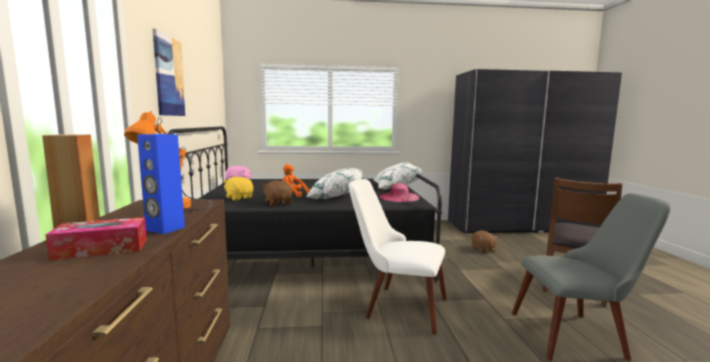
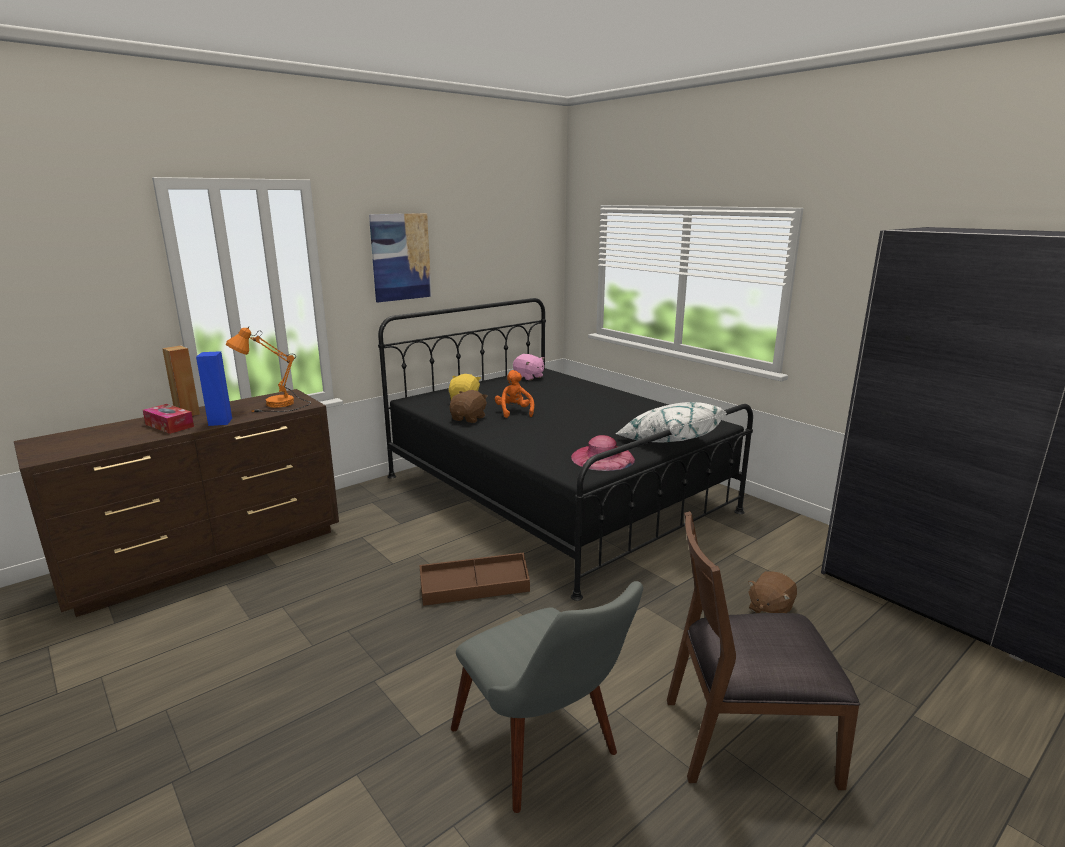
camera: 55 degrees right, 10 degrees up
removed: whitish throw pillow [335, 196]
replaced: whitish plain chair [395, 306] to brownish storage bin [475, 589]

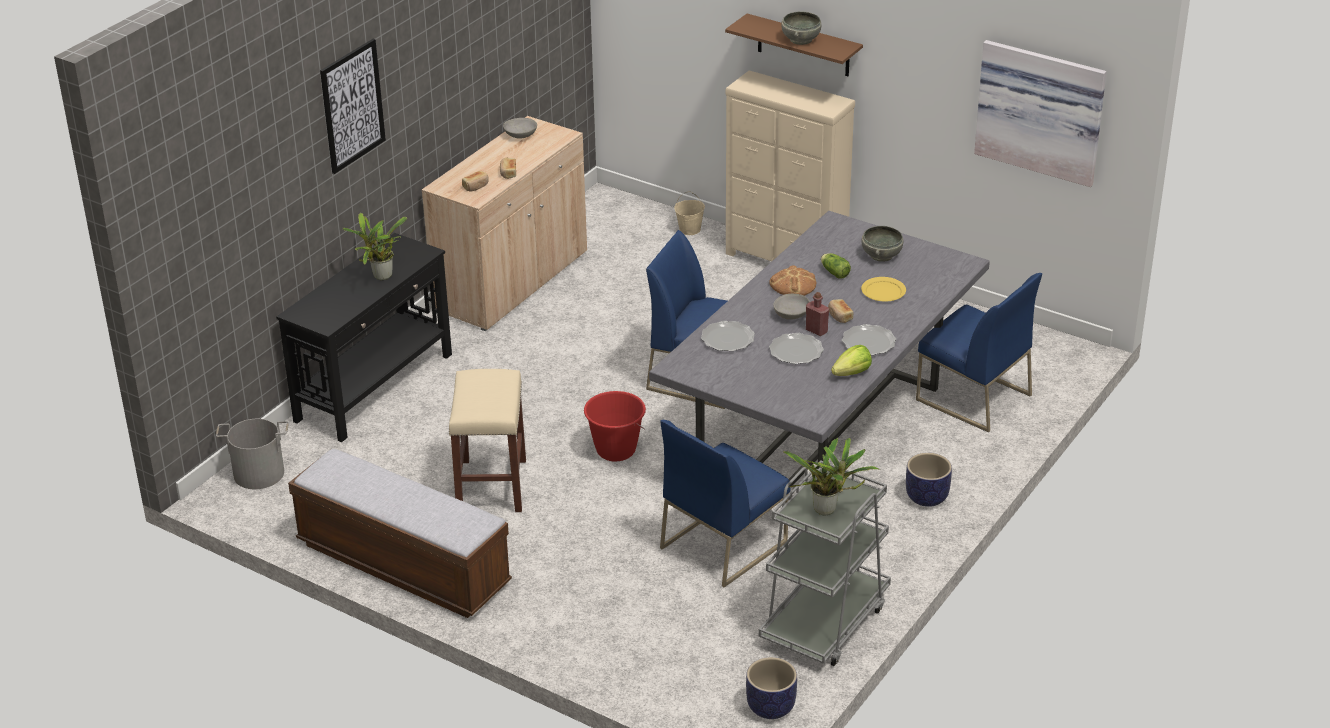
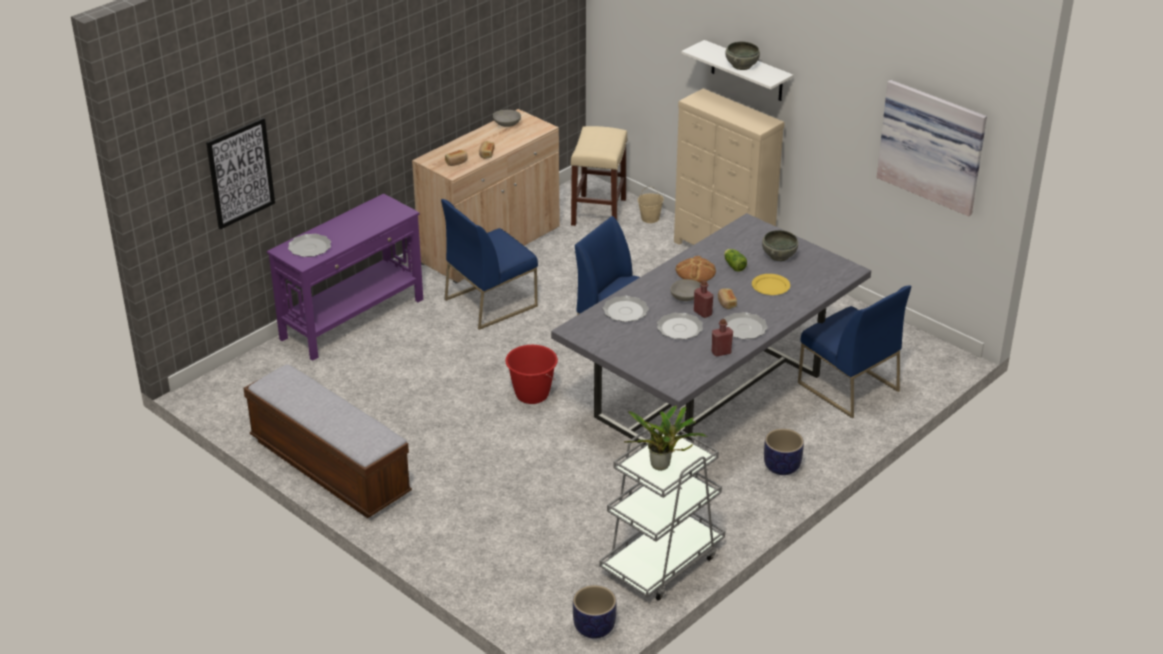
camera: 10 degrees right, 0 degrees up
removed: gray pail [259, 474]; houseplant [380, 277]
added: plate [310, 247]
moved: wall picture [352, 106] to [240, 173]; bluish plain chair [723, 544] to [491, 302]; beige sitting stool [491, 485] to [598, 211]
replaced: head of lettuce [852, 373] to red beverage bottle [721, 352]
recoloured: blackish console table [375, 387] to purplish console table [353, 319]; brownish bracket shelf [803, 46] to whitish bracket shelf [747, 71]

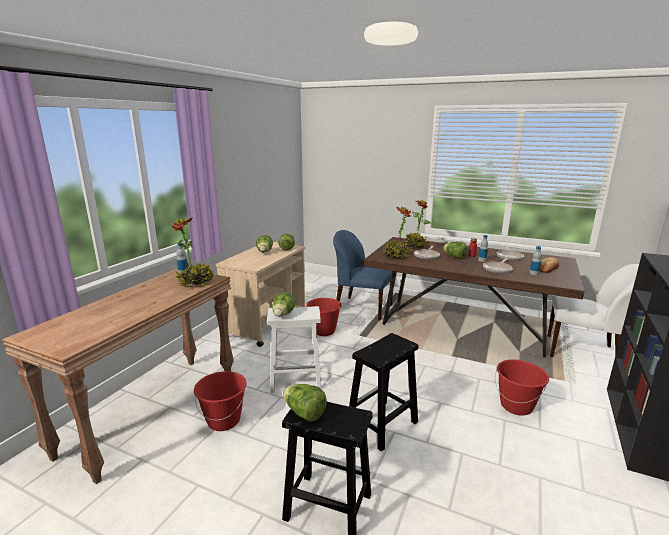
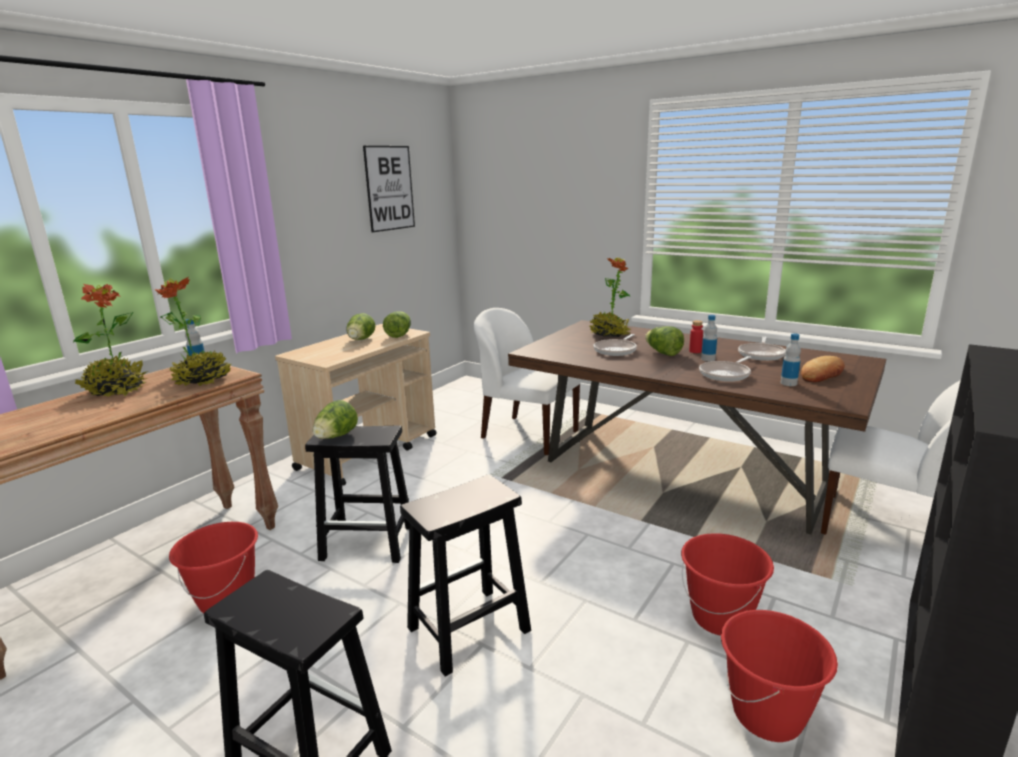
camera: 10 degrees right, 0 degrees up
removed: head of lettuce [304, 413]
added: wall picture [389, 188]
moved: houseplant [396, 256] to [116, 390]; red pail [324, 331] to [767, 715]
recoloured: whitish sitting stool [297, 379] to blackish sitting stool [369, 542]; bluish plain chair [362, 308] to whitish plain chair [527, 434]

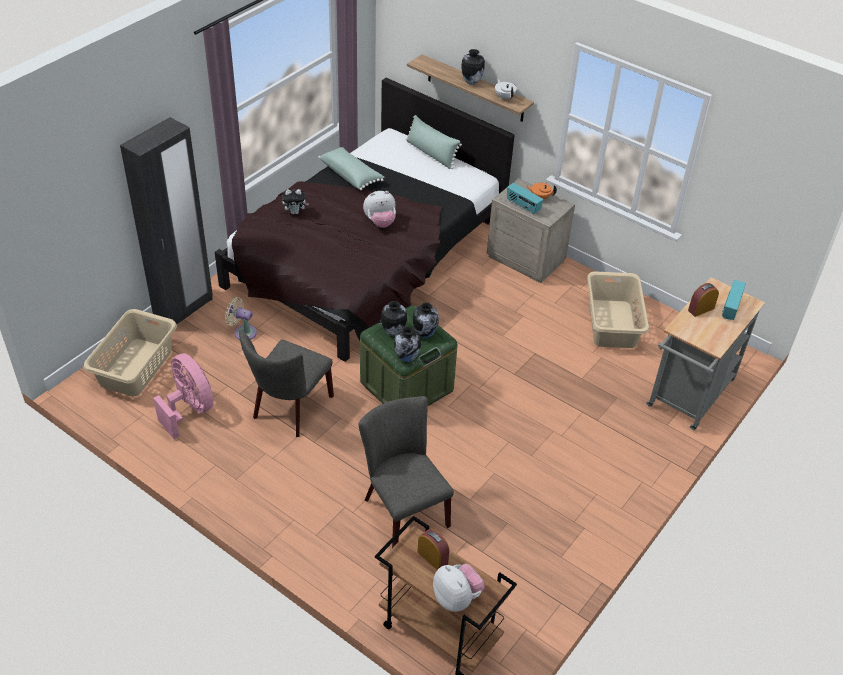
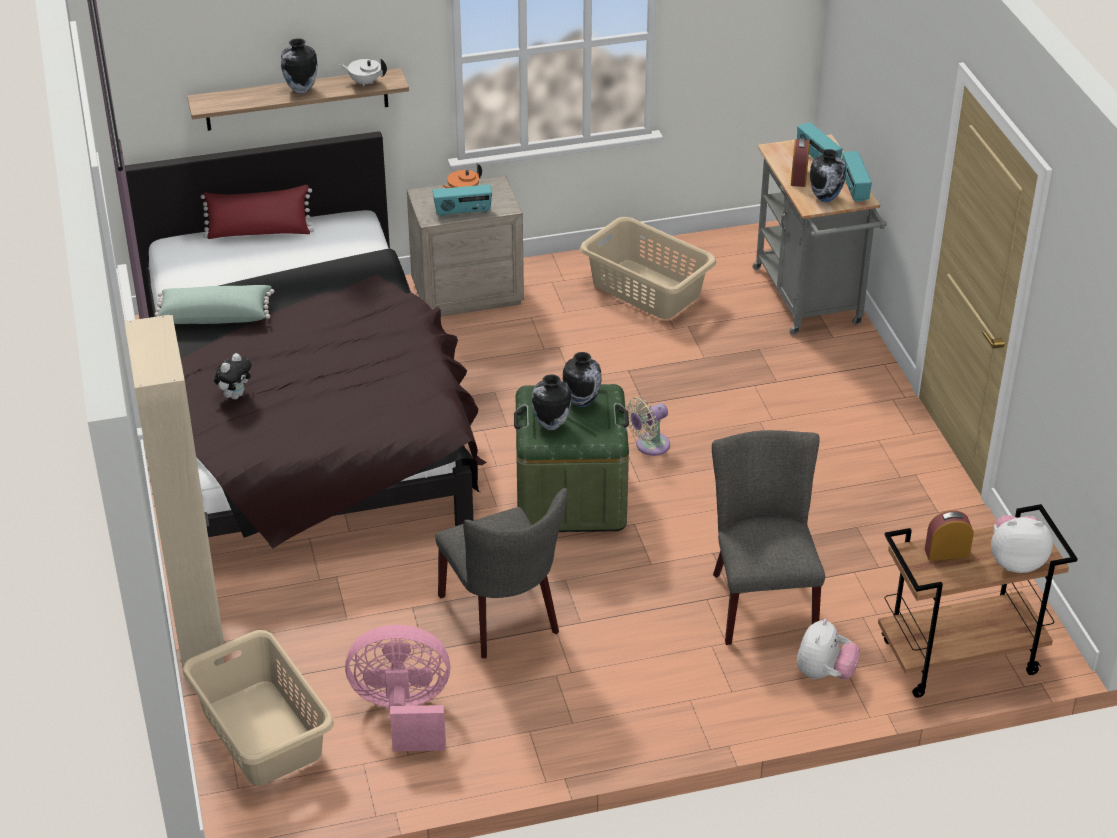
camera: 50 degrees left, 5 degrees down
added: radio set [853, 188]
moved: beige cooling fan [243, 332] to [649, 446]; cuddly toy [380, 222] to [824, 673]; decorative vase [407, 358] to [825, 198]
recoloured: blackish clothes cupboard [184, 309] to beige clothes cupboard [199, 633]; green throw pillow [431, 154] to red throw pillow [259, 233]
turned: gray plain chair [402, 509] = [760, 599] 75 degrees clockwise

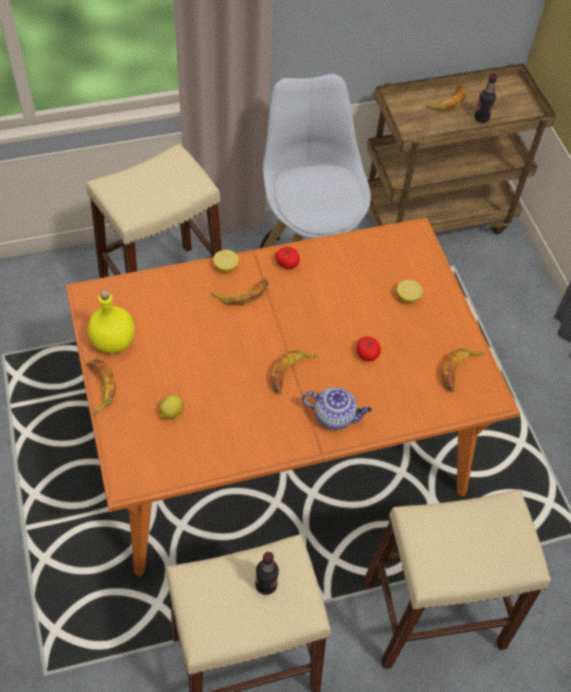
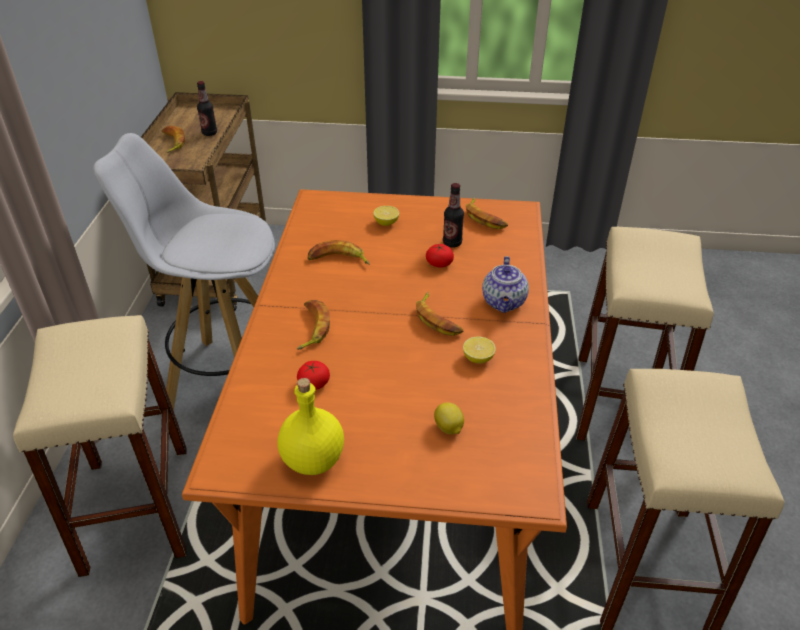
camera: 65 degrees left, 15 degrees down
moved: tomato [287, 263] to [314, 384]; banana fruit [99, 387] to [338, 259]; beverage bottle [266, 585] to [452, 243]; citrus fruit [225, 267] to [478, 358]
turned: teapot [335, 416] = [504, 303] 150 degrees clockwise

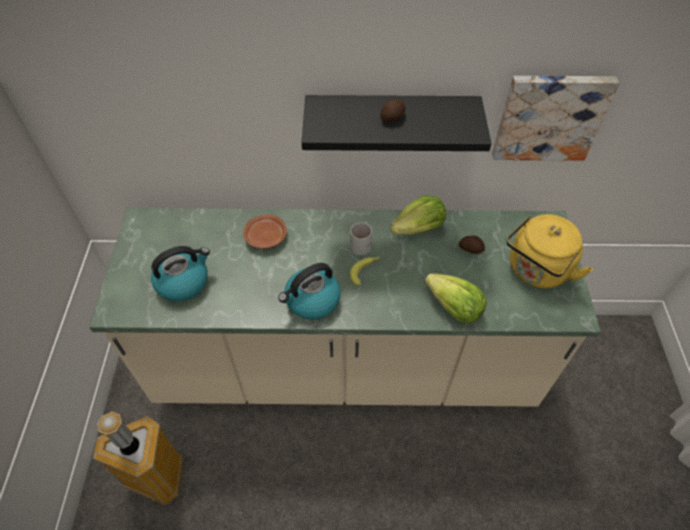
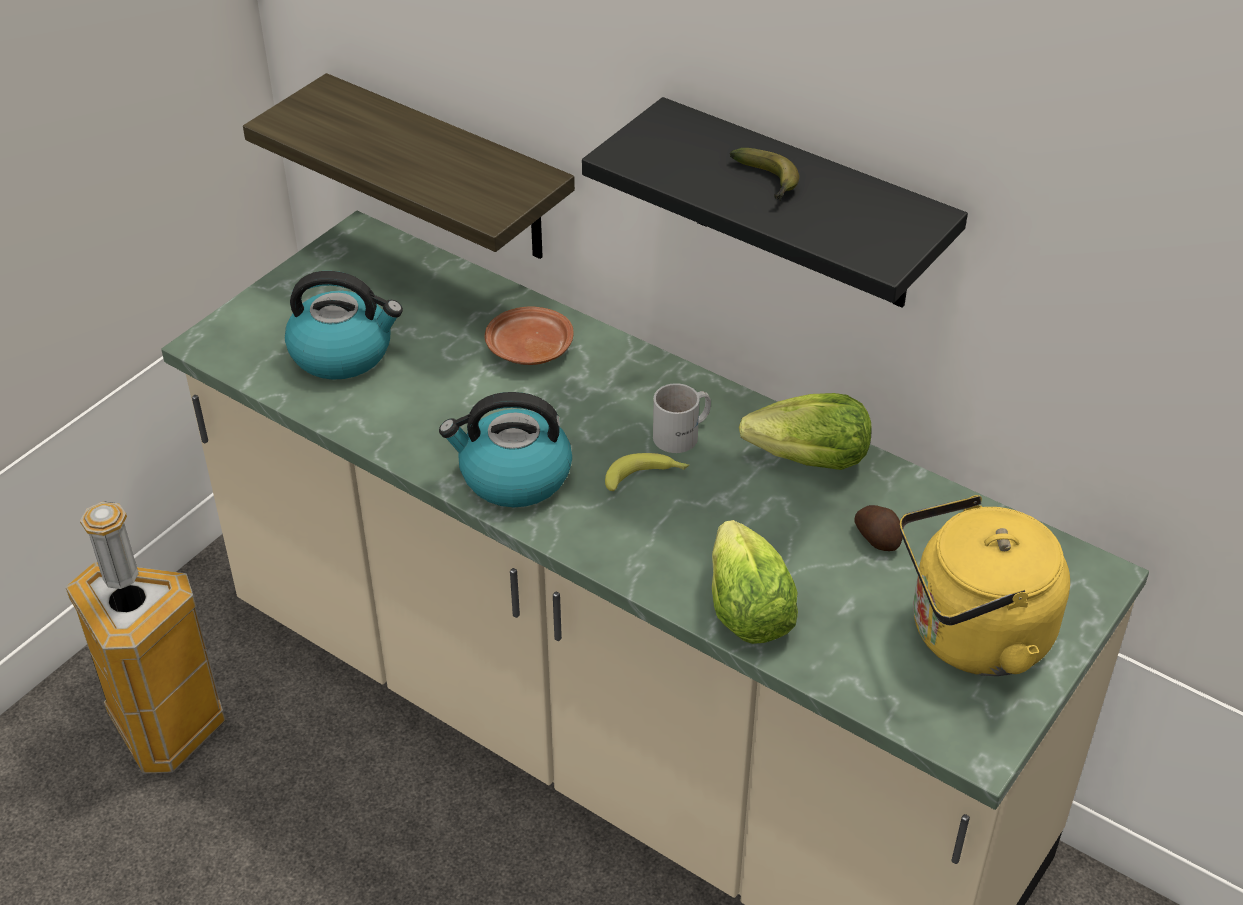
camera: 35 degrees right, 10 degrees down
removed: wall picture [549, 116]
added: bracket shelf [449, 170]
replaced: spud [393, 117] to banana fruit [768, 182]

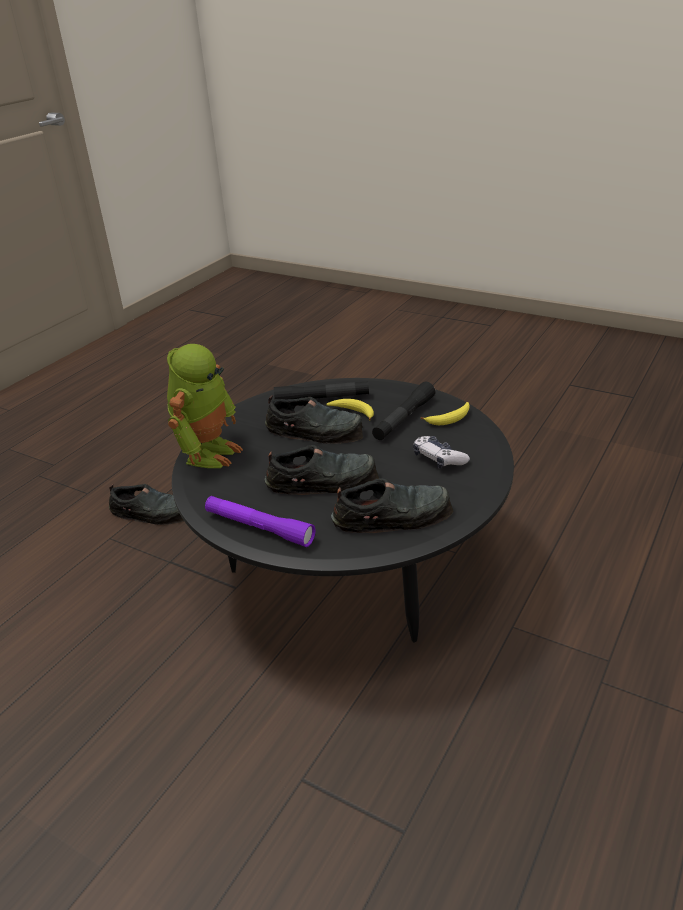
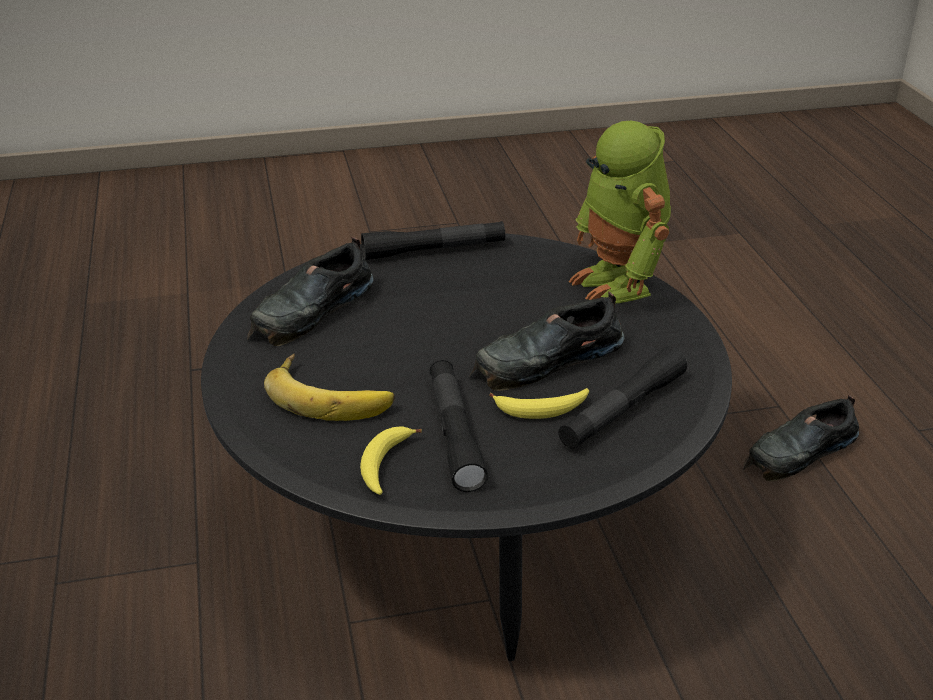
camera: 135 degrees right, 0 degrees up
removed: blackish item of footwear [323, 481]
replaced: game controller [439, 459] to banana fruit [331, 394]
recoloured: purplish flashlight [259, 528] to blackish flashlight [434, 250]

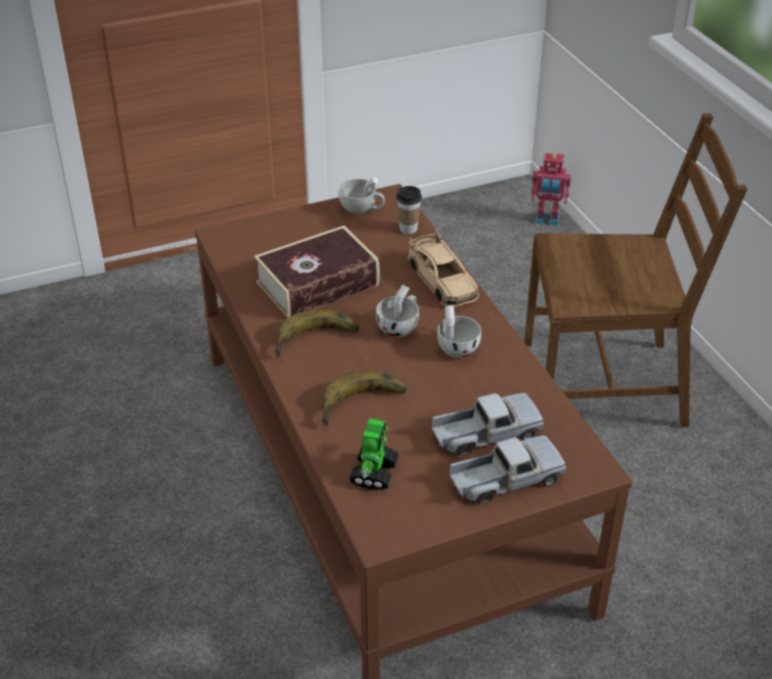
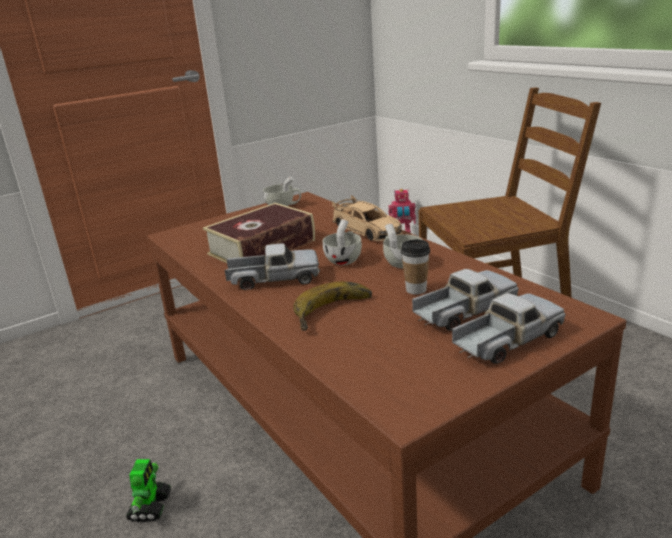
camera: 10 degrees left, 15 degrees down
moved: model robot [374, 472] to [150, 506]; small cup [408, 229] to [416, 290]
replaced: banana fruit [317, 341] to toy truck [274, 279]

